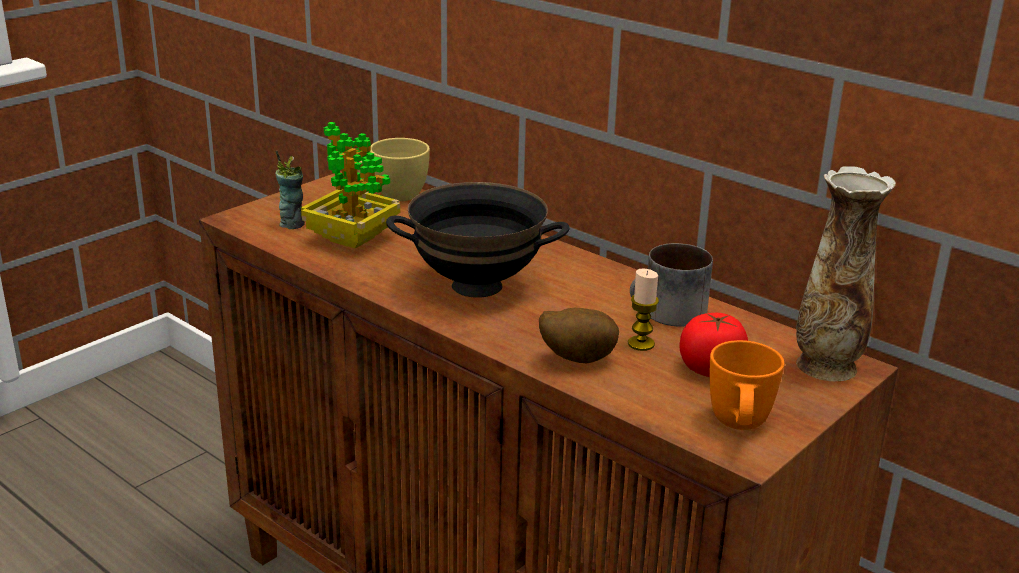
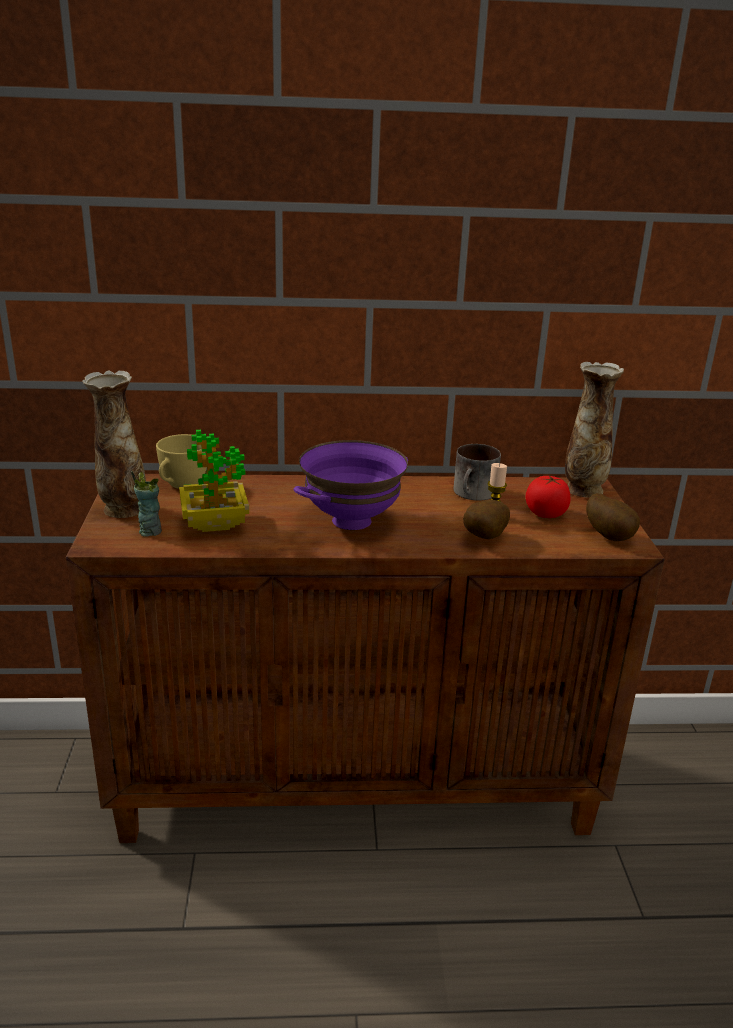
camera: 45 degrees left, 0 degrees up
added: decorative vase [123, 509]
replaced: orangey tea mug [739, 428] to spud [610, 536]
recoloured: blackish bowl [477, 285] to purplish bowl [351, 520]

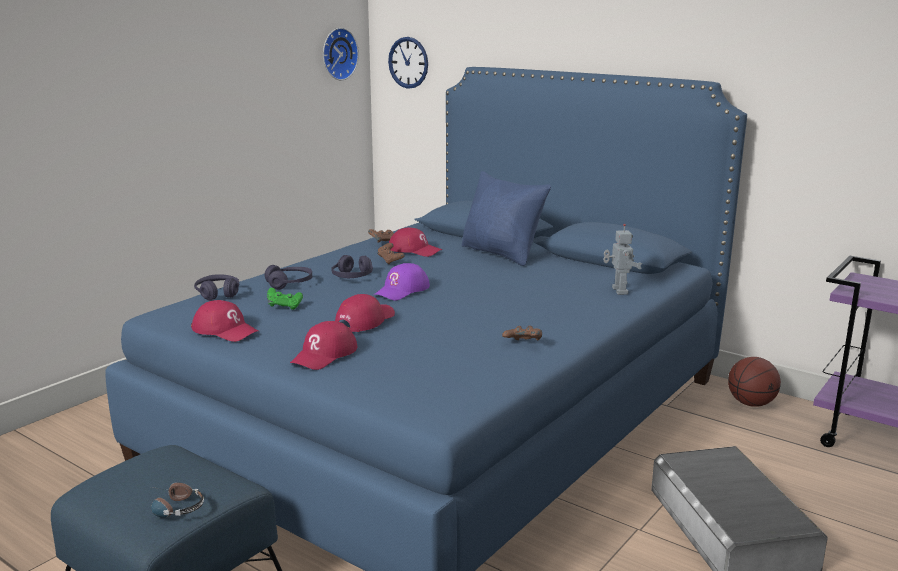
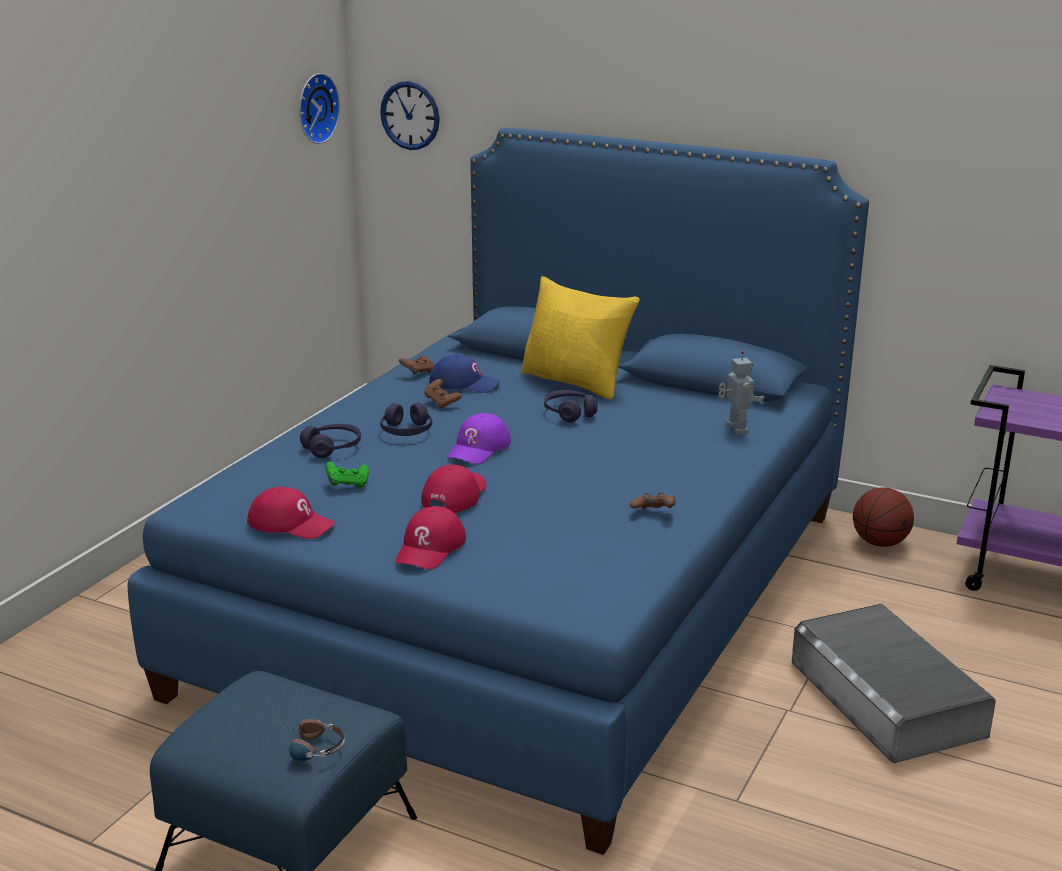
camera: 10 degrees left, 5 degrees up
moved: purplish headphones [218, 293] to [570, 413]
recoloured: red peaked cap [414, 250] to bluish peaked cap [464, 383]; bluish throw pillow [501, 254] to yellow throw pillow [576, 382]

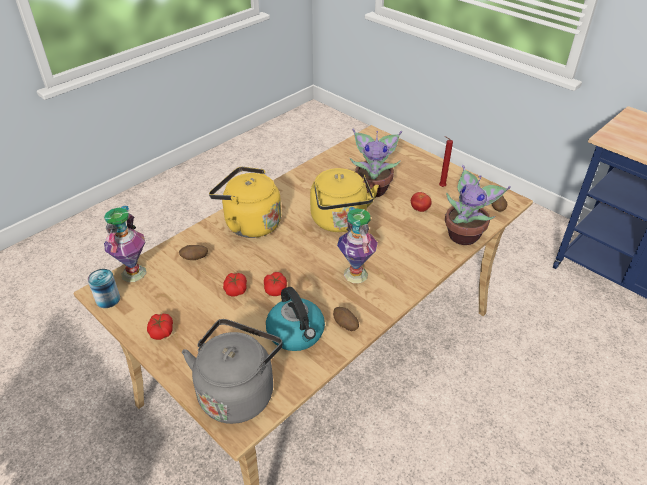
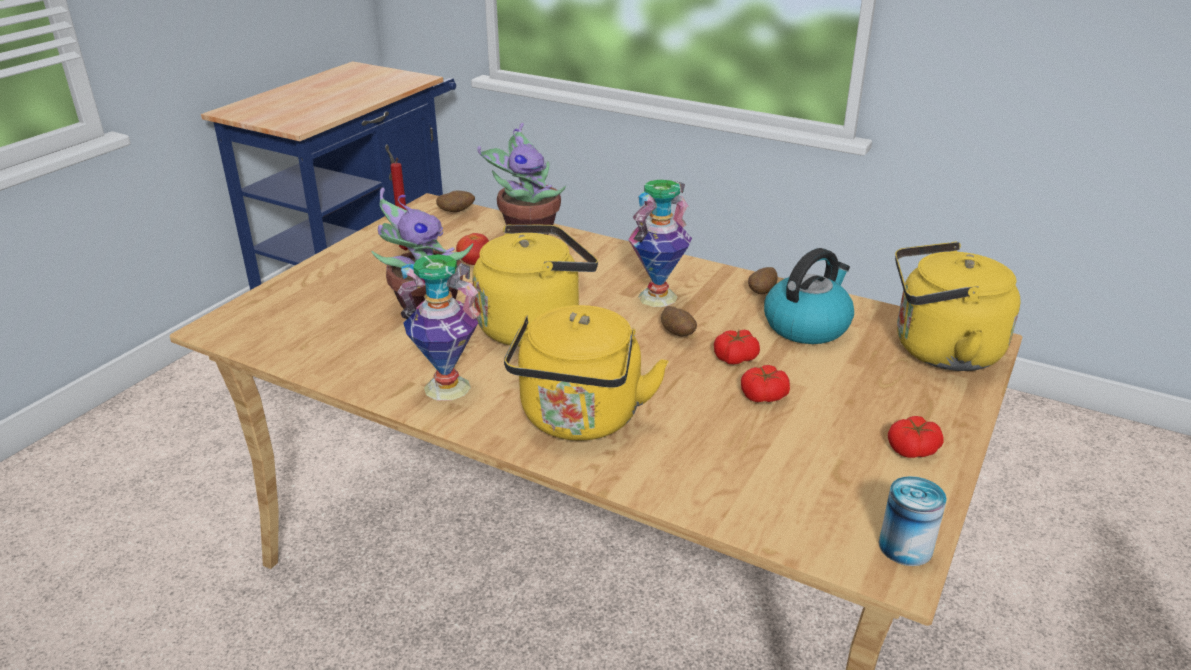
camera: 105 degrees left, 10 degrees down
moved: decorative vase [133, 273] to [446, 388]; spud [194, 258] to [678, 334]
recoloured: gray water kettle [238, 391] to yellow water kettle [939, 351]

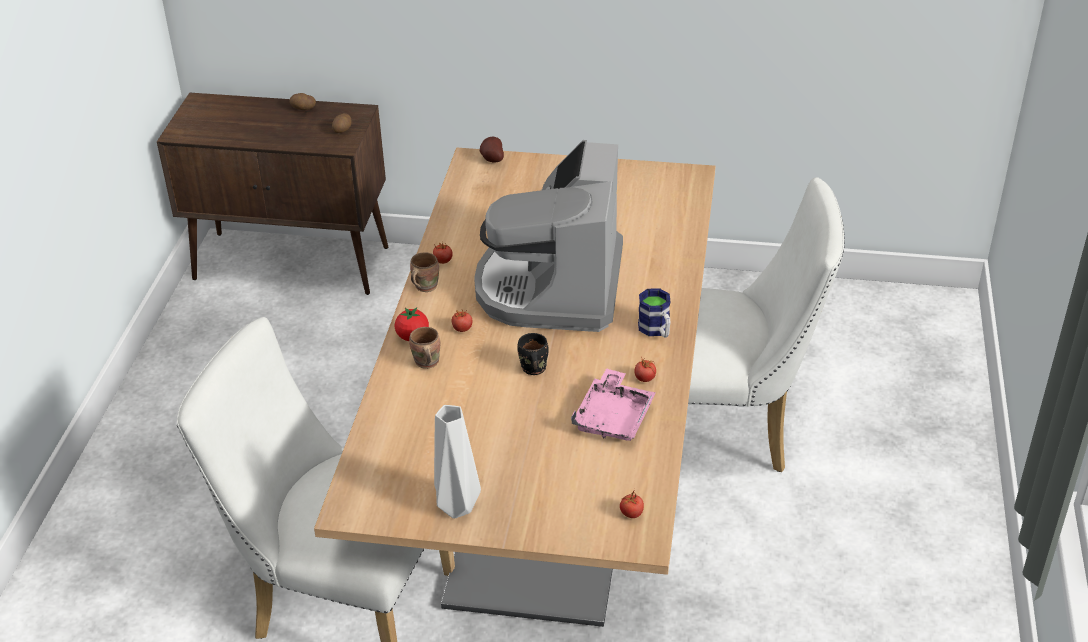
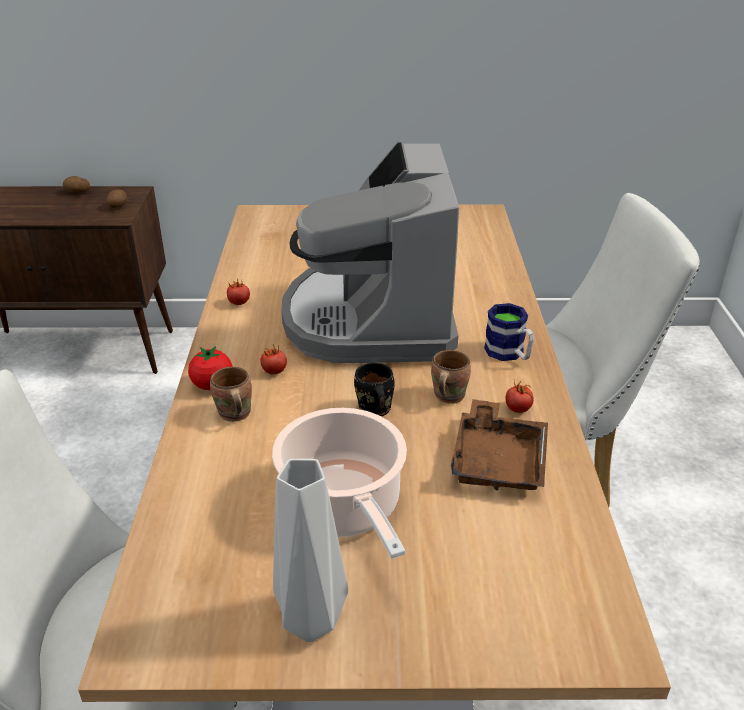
camera: 10 degrees left, 5 degrees down
removed: spud [491, 159]; tomato [631, 514]
added: cooking pot [344, 508]
moved: brownish tea mug [424, 286] to [446, 396]
recoloured: pinkish tray [614, 417] to brownish tray [498, 461]

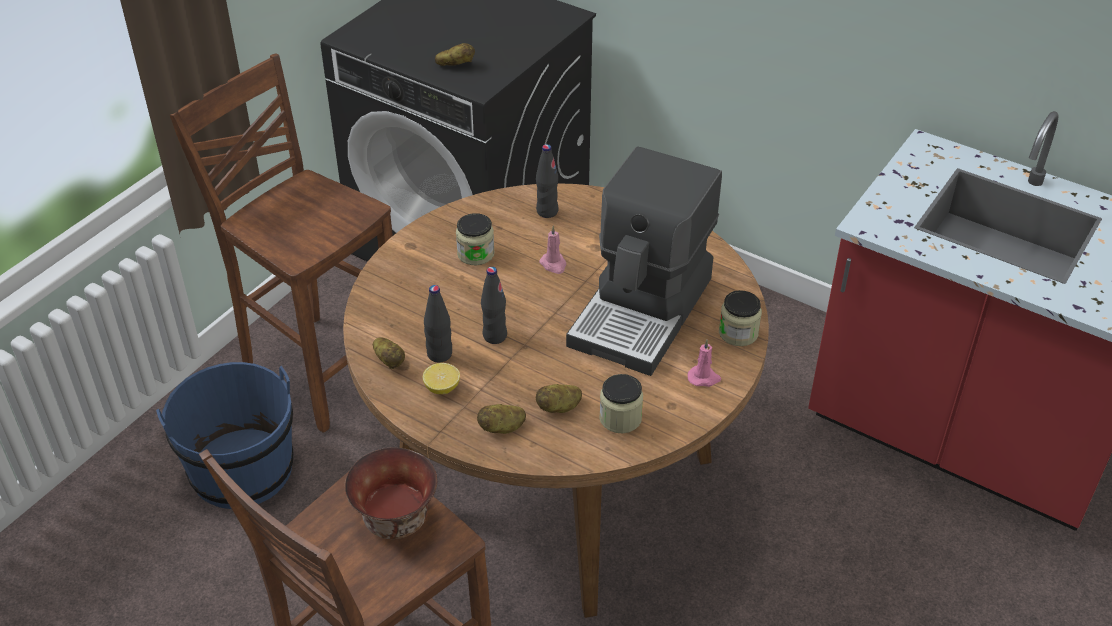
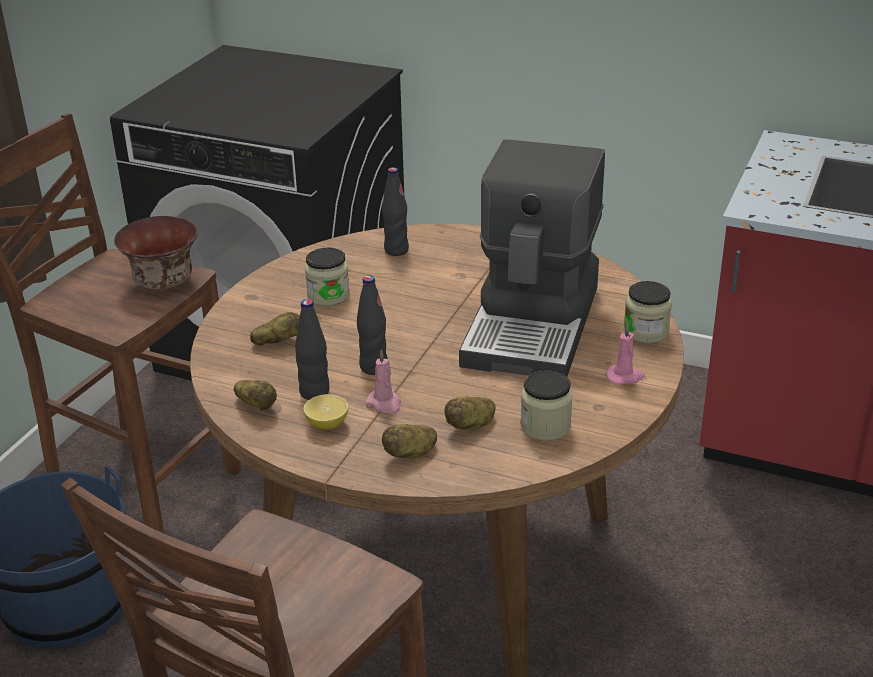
camera: 10 degrees left, 10 degrees down
moved: bowl [397, 520] to [165, 281]; spud [455, 65] to [278, 342]; pinkish wax candle [554, 264] to [385, 404]

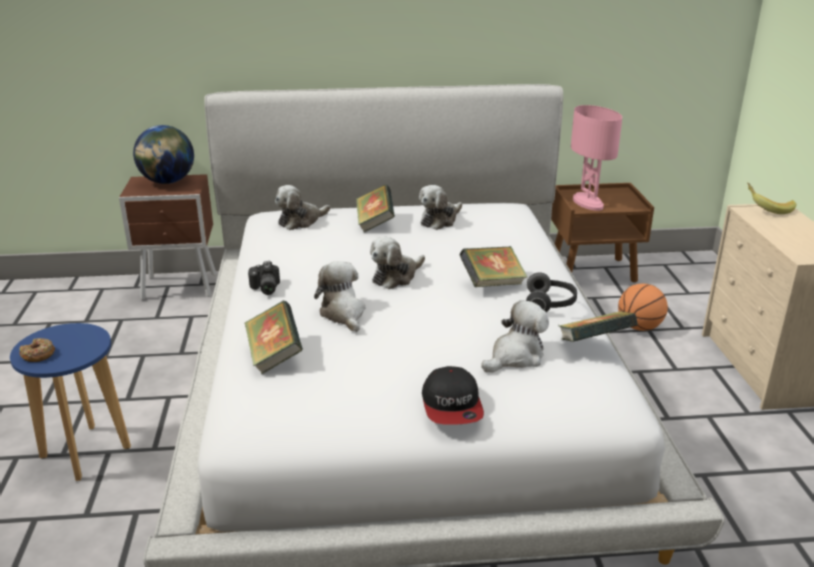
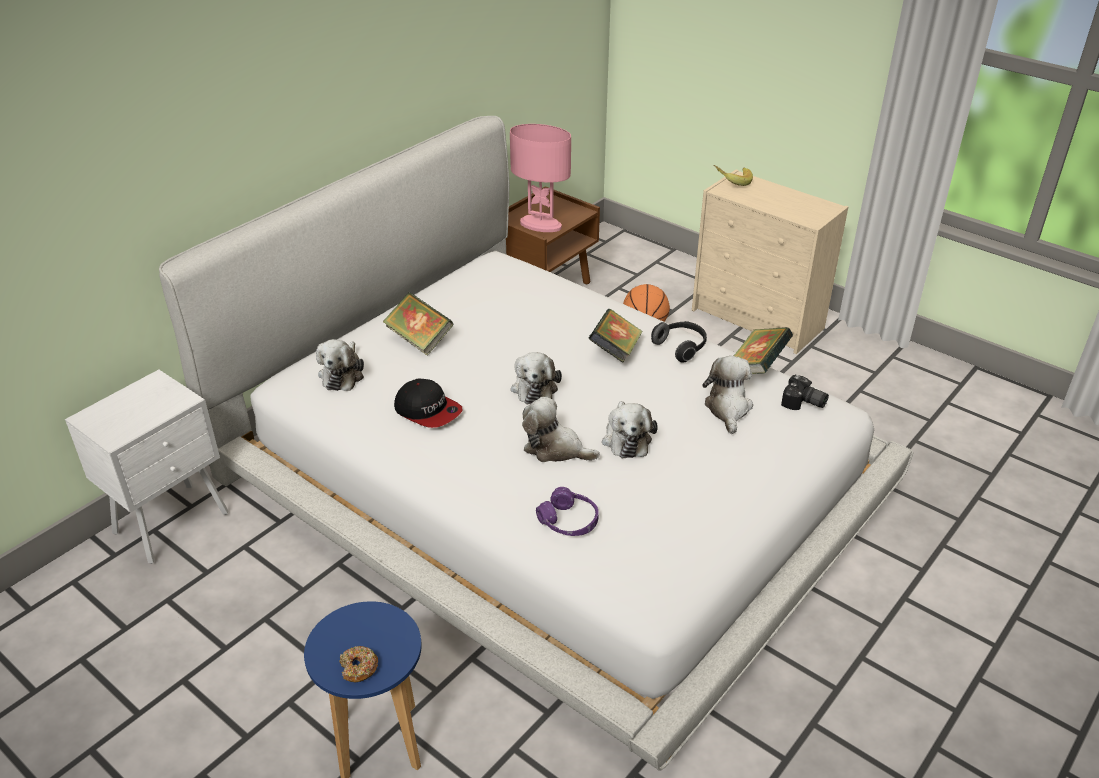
camera: 45 degrees left, 10 degrees up
removed: world globe [167, 182]
moved: peaked cap [452, 405] to [428, 410]; cuddly toy [440, 220] to [626, 438]; photo camera [264, 288] to [803, 403]
replaced: volume [274, 355] to purplish headphones [569, 521]
recoloured: brownish nightstand [181, 287] to whitish nightstand [174, 523]

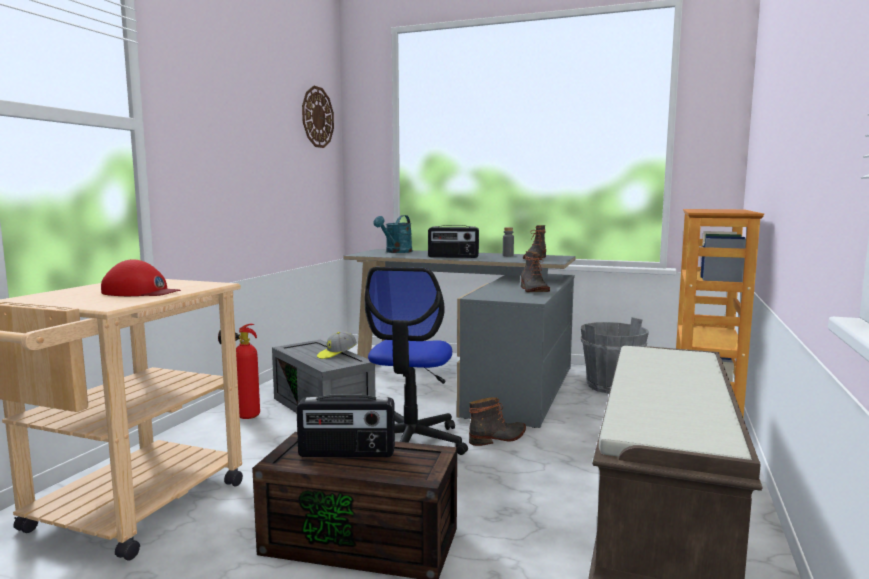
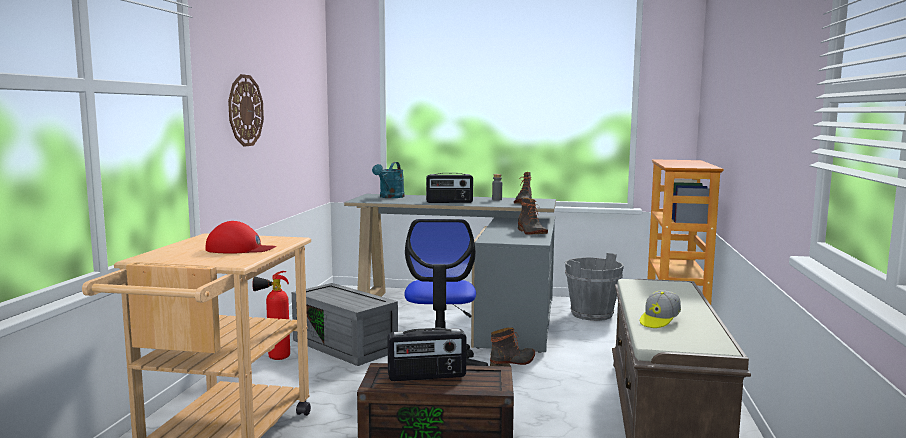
camera: 10 degrees left, 0 degrees up
moved: hanging clock [317, 117] to [245, 110]; peaked cap [336, 354] to [659, 321]

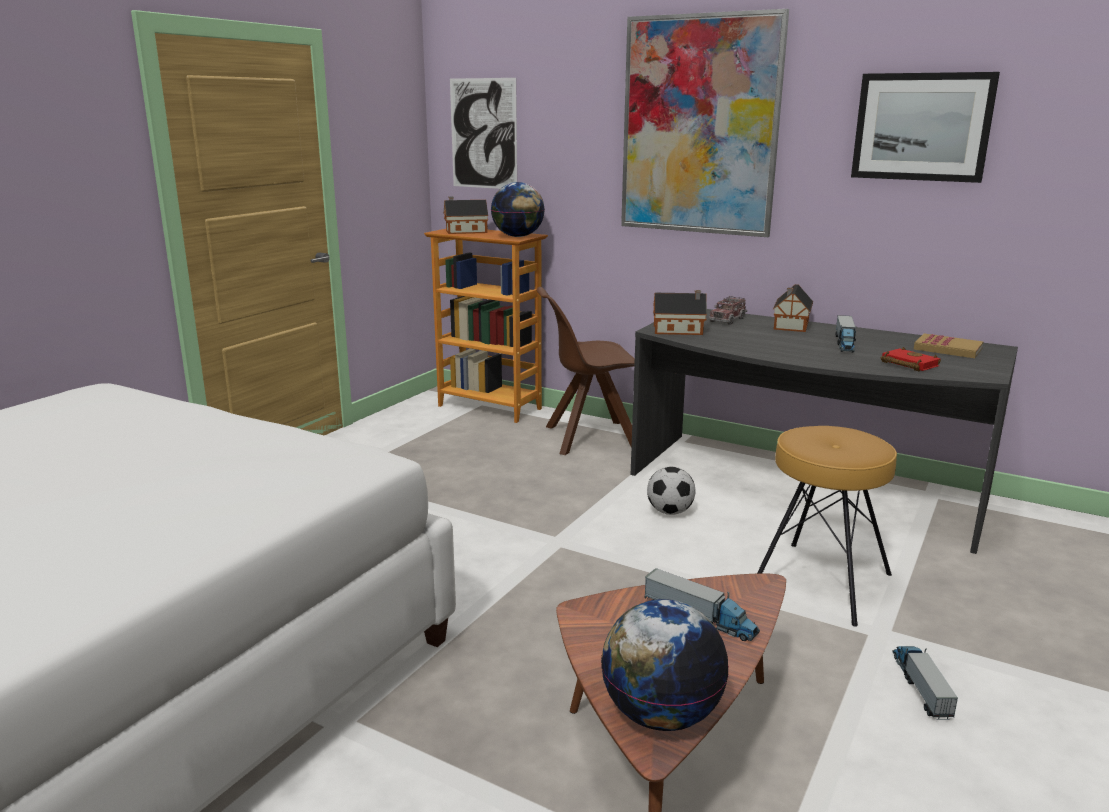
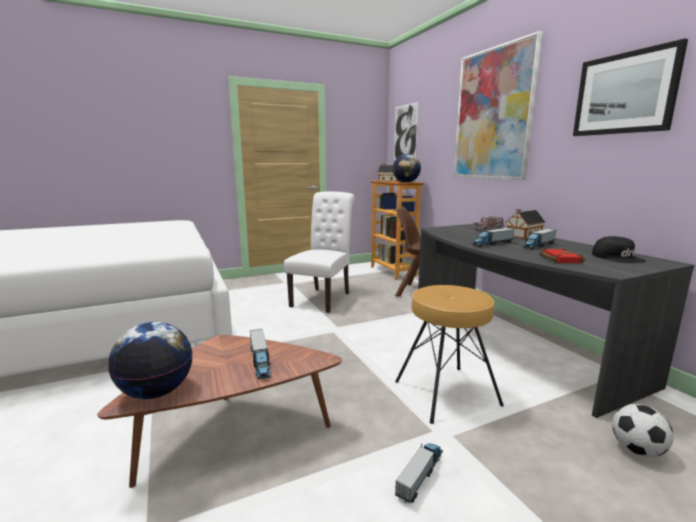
camera: 35 degrees right, 5 degrees down
removed: miniature house [680, 330]
added: whitish plain chair [323, 298]; toy truck [492, 244]
moved: ball for football [670, 512] to [637, 450]
replaced: volume [947, 349] to blackish peaked cap [617, 257]

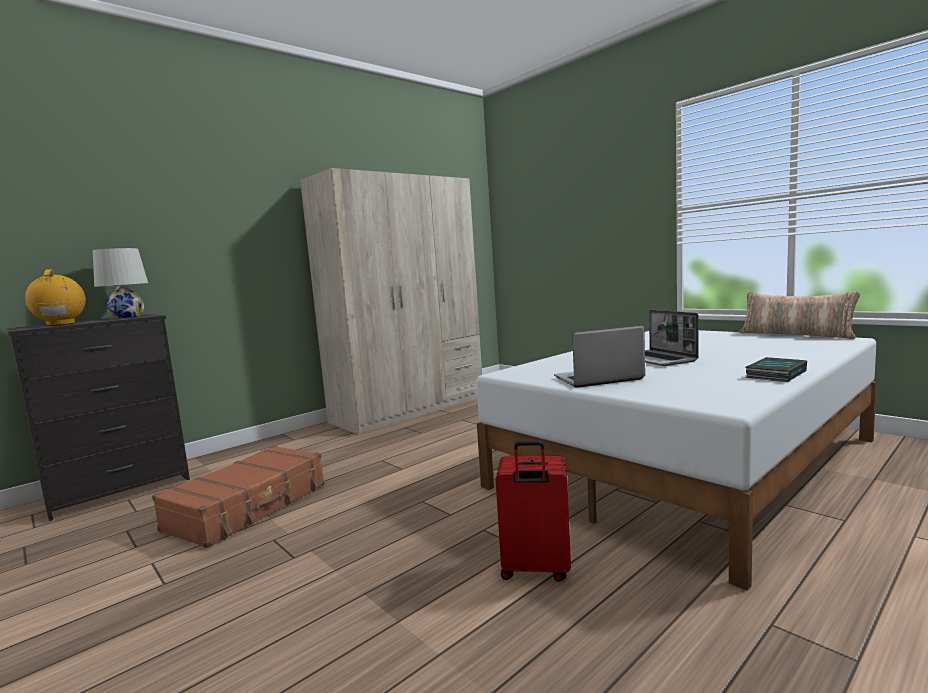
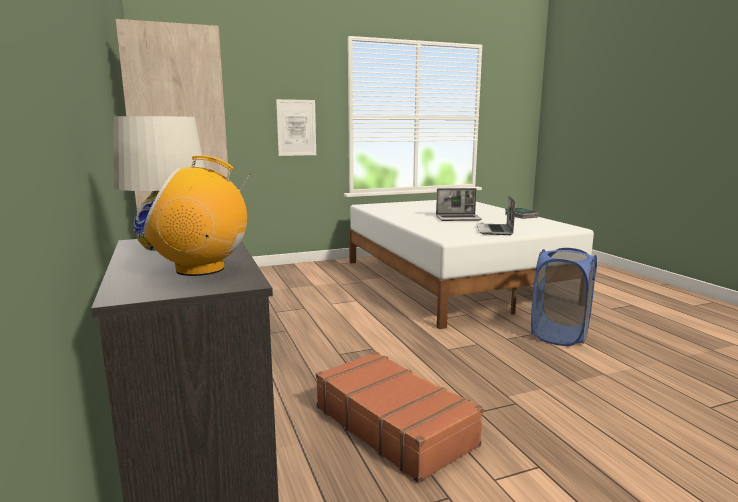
camera: 70 degrees left, 5 degrees up
removed: throw pillow [795, 334]
added: wall picture [296, 127]
replaced: red travel case [535, 570] to bluish washing basket [559, 335]

